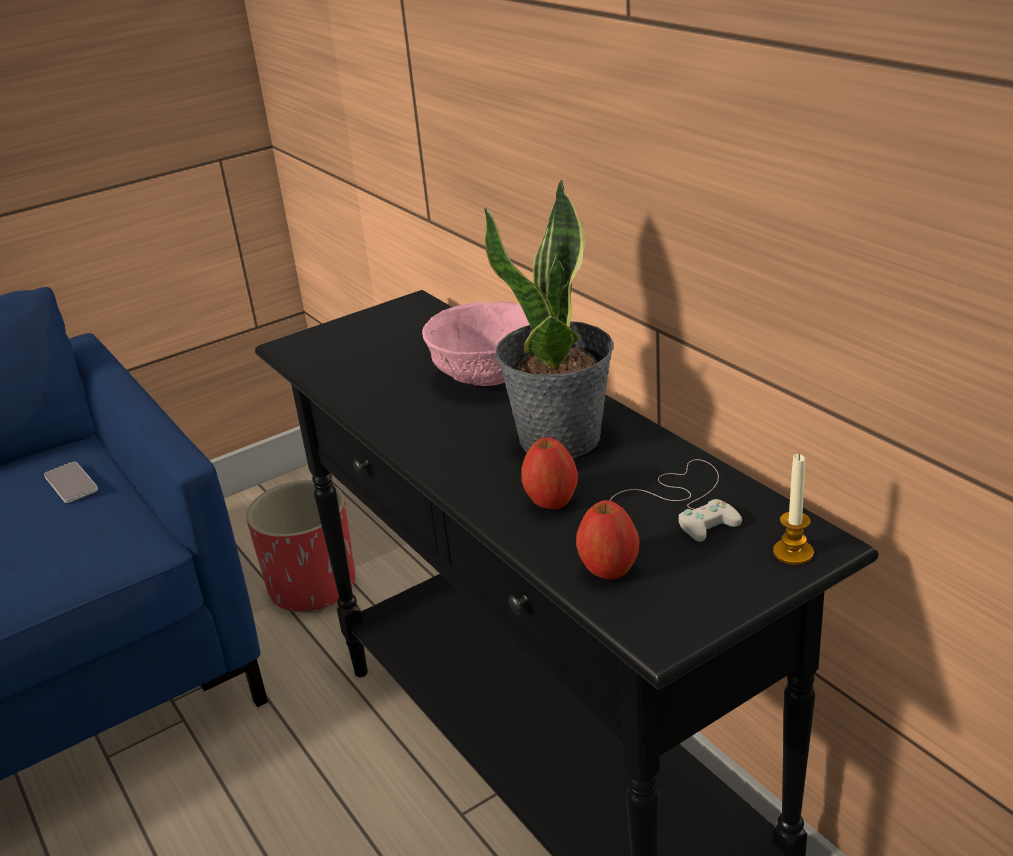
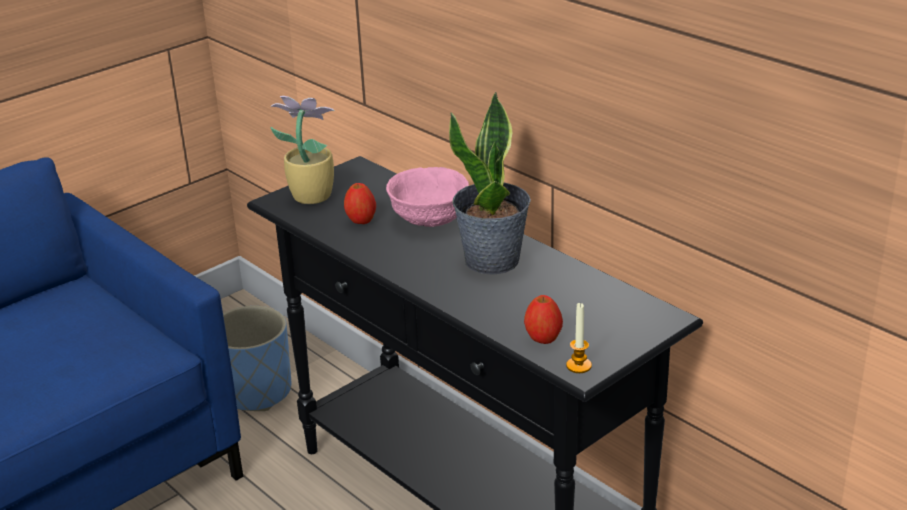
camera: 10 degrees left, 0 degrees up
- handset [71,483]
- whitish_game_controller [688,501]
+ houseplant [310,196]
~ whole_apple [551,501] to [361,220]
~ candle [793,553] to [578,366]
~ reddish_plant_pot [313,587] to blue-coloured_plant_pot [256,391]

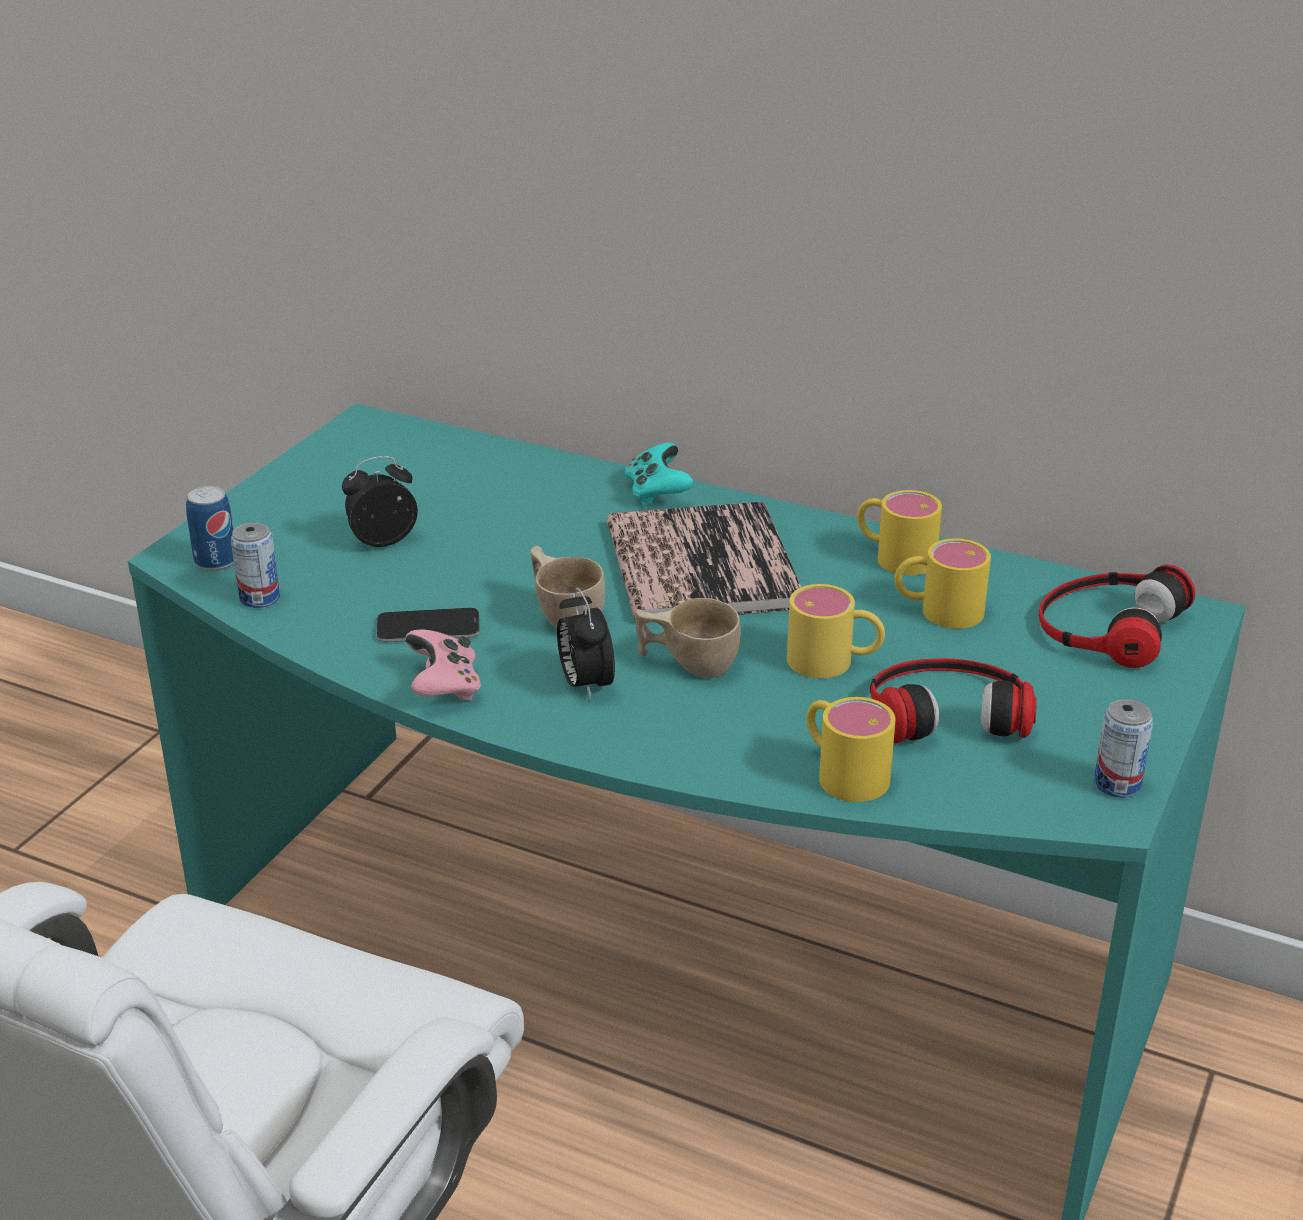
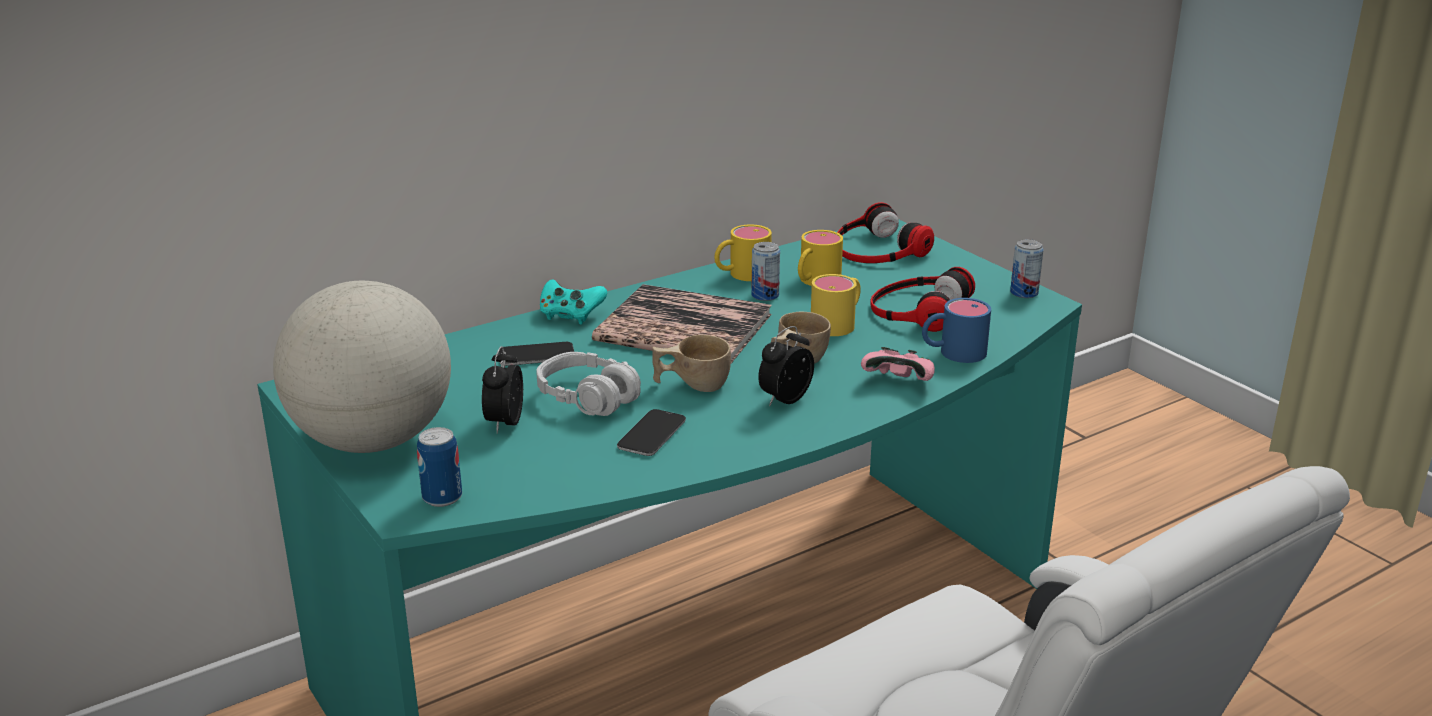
camera: 60 degrees left, 5 degrees down
+ desk_globe [372,441]
+ handset [536,356]
+ greyish_pair_of_headphones [588,398]
~ metal_can [259,598] to [765,295]
~ pink-coloured_game_controller [444,687] to [899,382]
~ yellow_tea_mug [842,771] to blue-coloured_tea_mug [952,353]
~ table_clock [585,684] = [785,400] 120 degrees clockwise

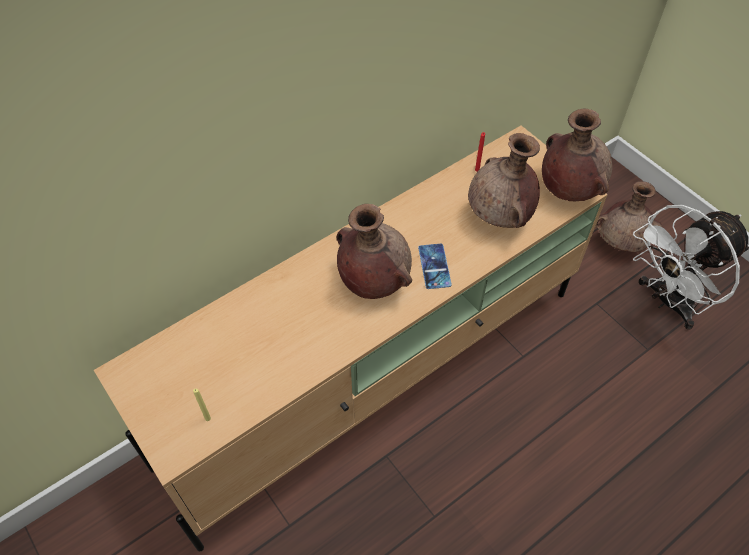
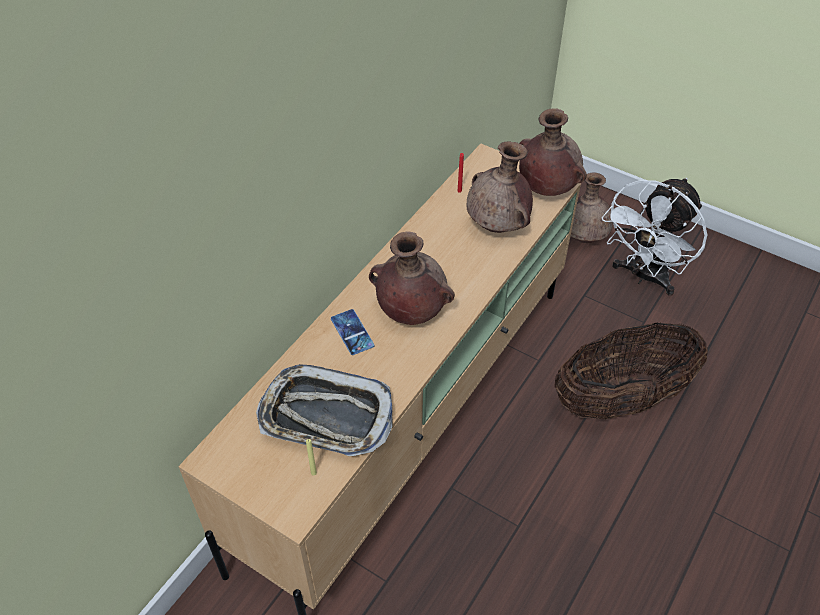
camera: 20 degrees left, 5 degrees down
+ tray [326,416]
+ household_basket [621,399]
~ handset [434,266] to [352,332]

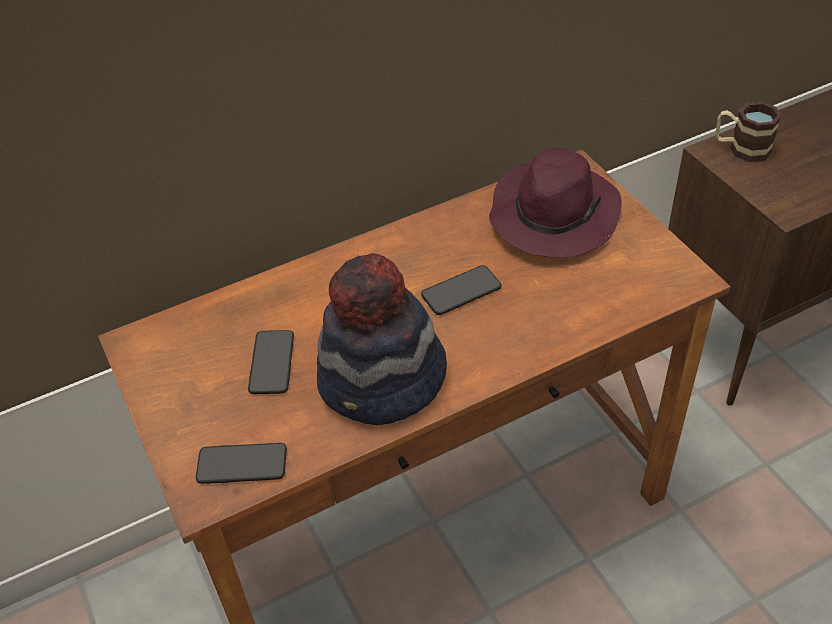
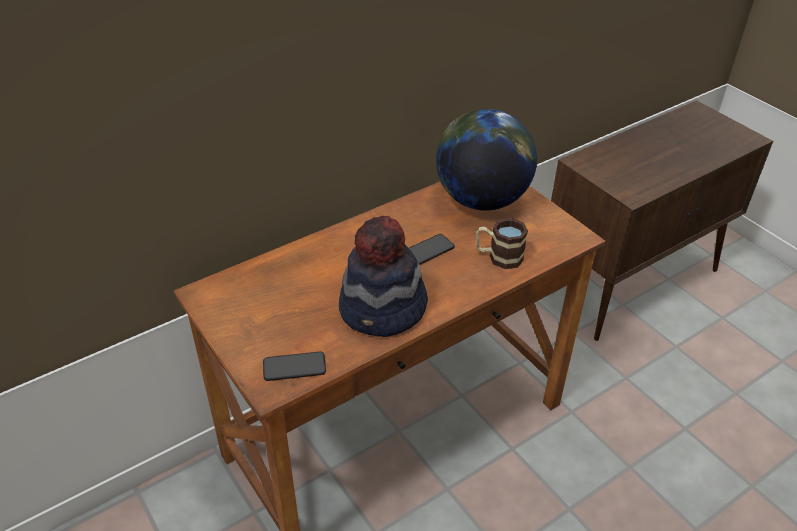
camera: 10 degrees left, 5 degrees down
- handset [272,363]
~ tea_mug [741,148] to [498,257]
~ purple-coloured_hat [553,214] to desk_globe [481,200]

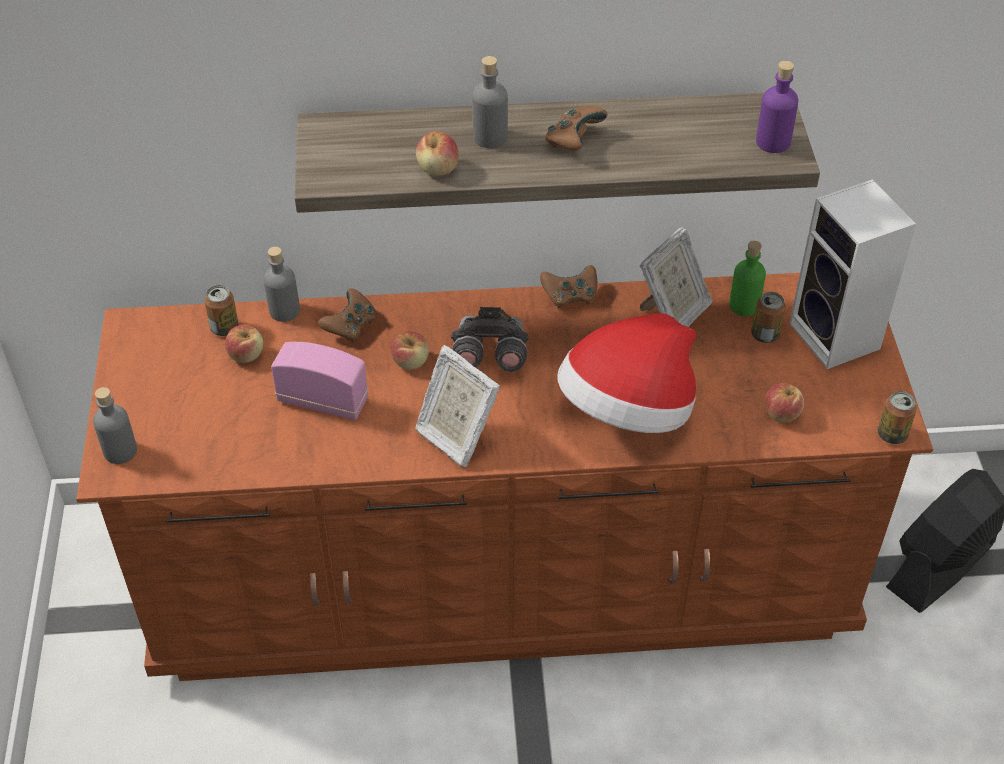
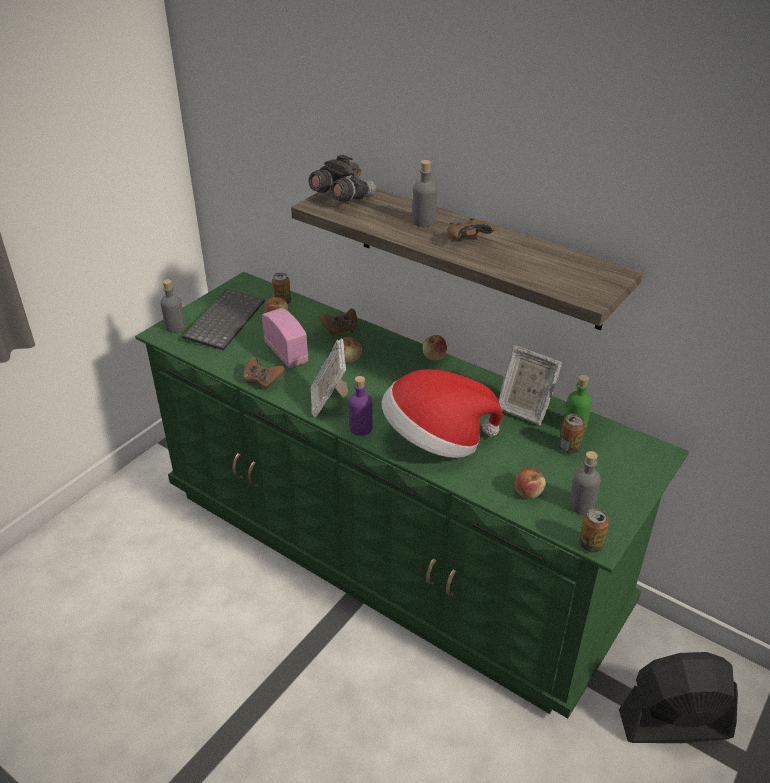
camera: 40 degrees right, 10 degrees down
- audio_speaker [838,338]
+ keyboard [224,320]
~ greyish_beverage_bottle [284,311] to [581,505]
~ whole_apple [438,168] to [434,357]
~ greyish_binoculars [489,356] to [342,198]
~ brown-coloured_game_controller [570,297] to [262,381]
~ purple-coloured_beverage_bottle [773,142] to [361,428]
~ brown-coloured_chest_of_drawers [501,575] to greenish_chest_of_drawers [386,549]
~ picture_frame [673,313] = [523,409] 45 degrees clockwise

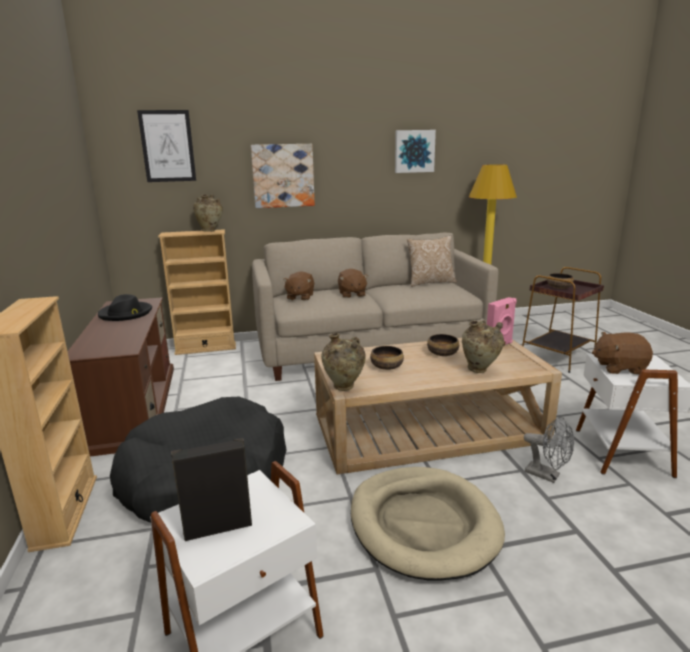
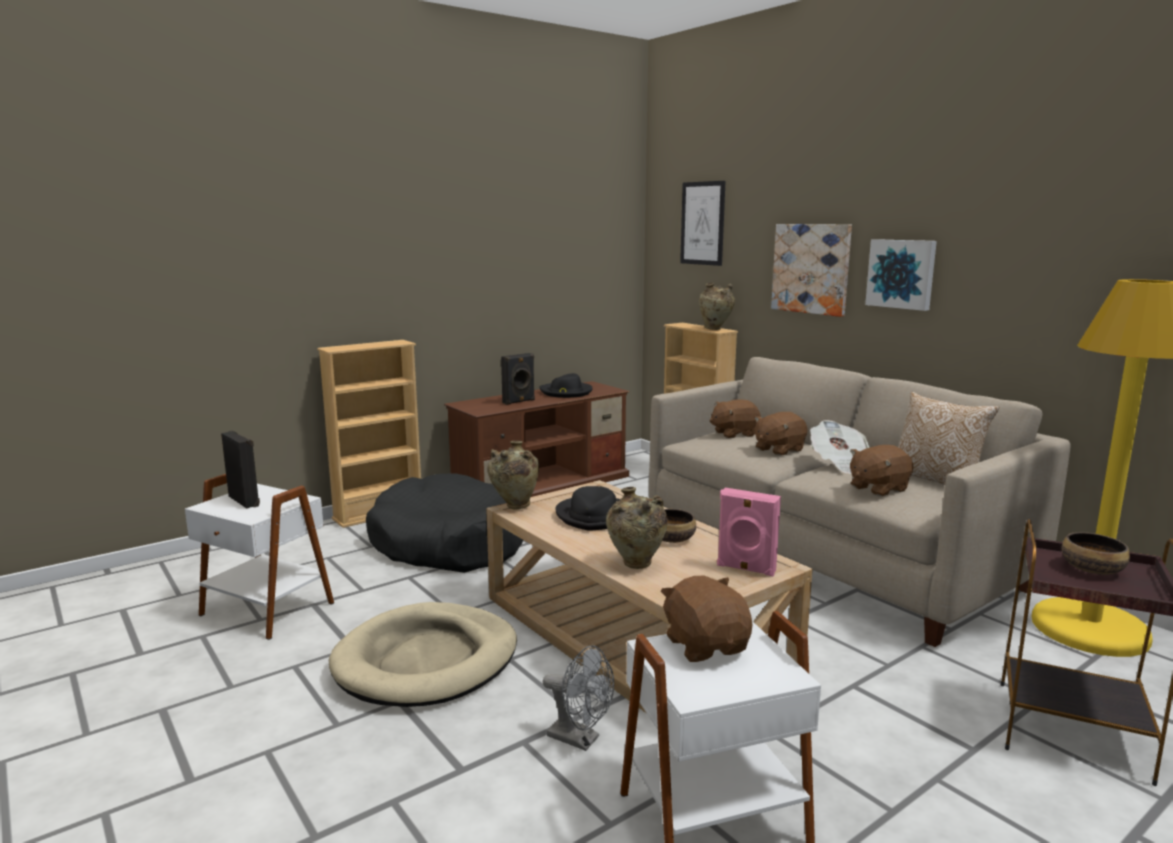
camera: 65 degrees right, 5 degrees down
+ blackish_audio_speaker [519,401]
+ newspaper [840,463]
+ brown-coloured_plush_toy [878,488]
~ wall_picture [414,151] to [901,274]
~ bowl [386,366] to blackish_hat [595,516]
~ greyish_electric_fan [547,475] = [580,739] 75 degrees counterclockwise

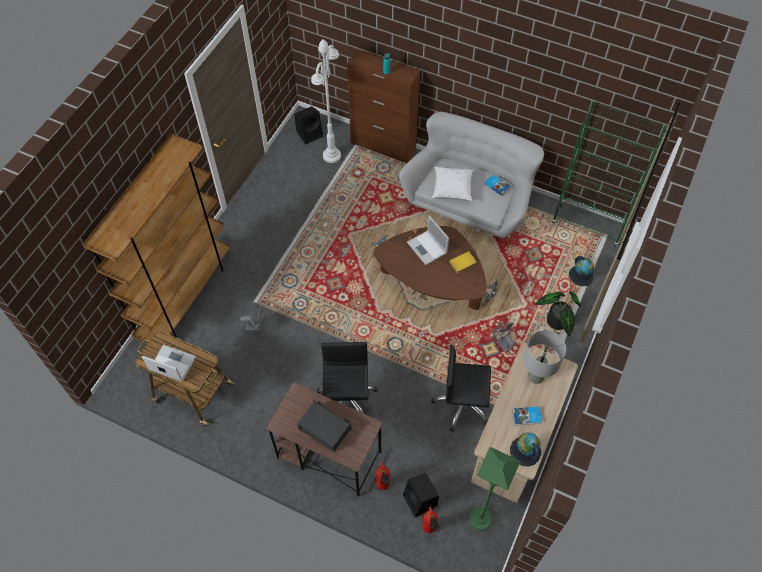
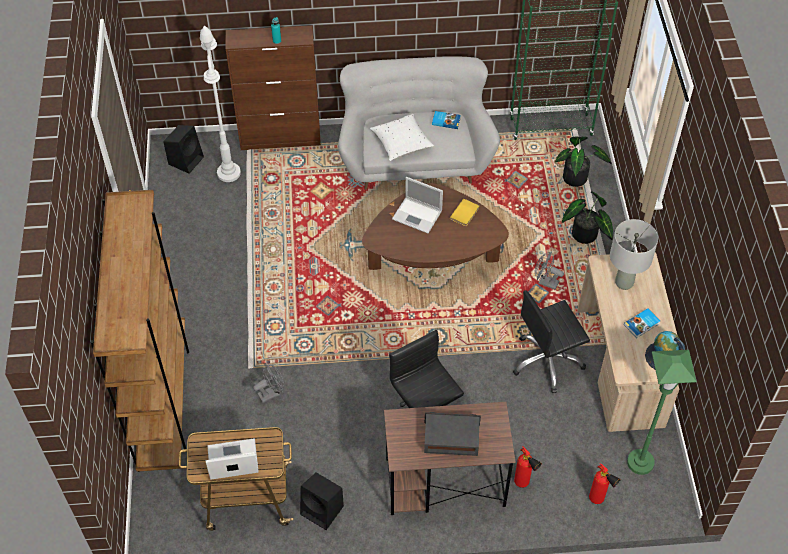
camera: 30 degrees left, 5 degrees down
~ blackish_audio_speaker [420,501] to [323,510]
~ desk_globe [581,275] to houseplant [577,179]

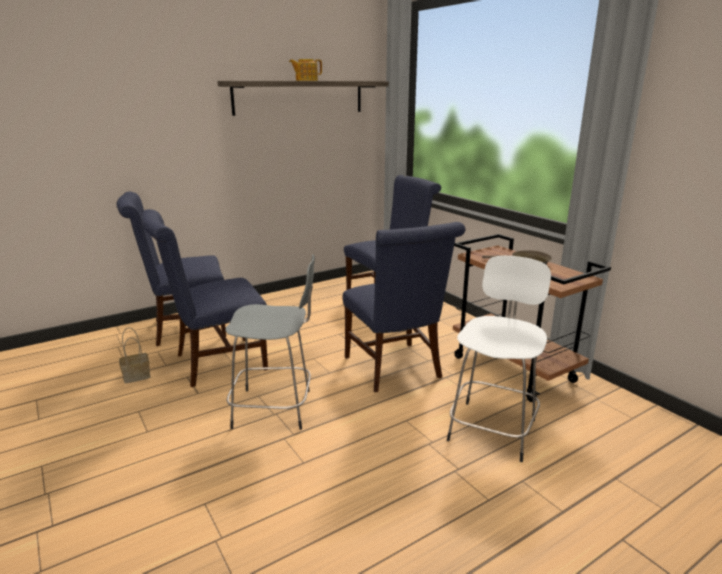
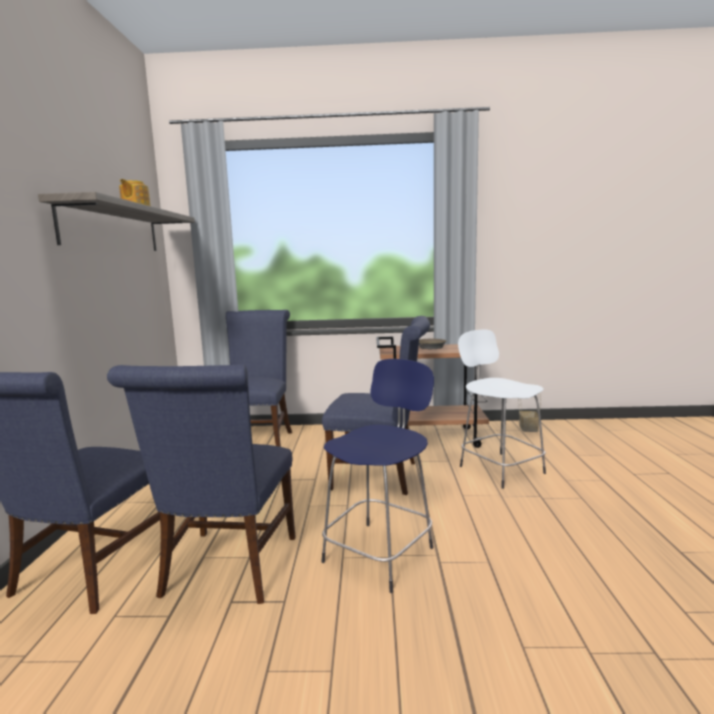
camera: 55 degrees left, 10 degrees down
~ household_basket [137,375] to [528,428]
~ greyish_stool_seat [276,408] to blue-coloured_stool_seat [381,552]

